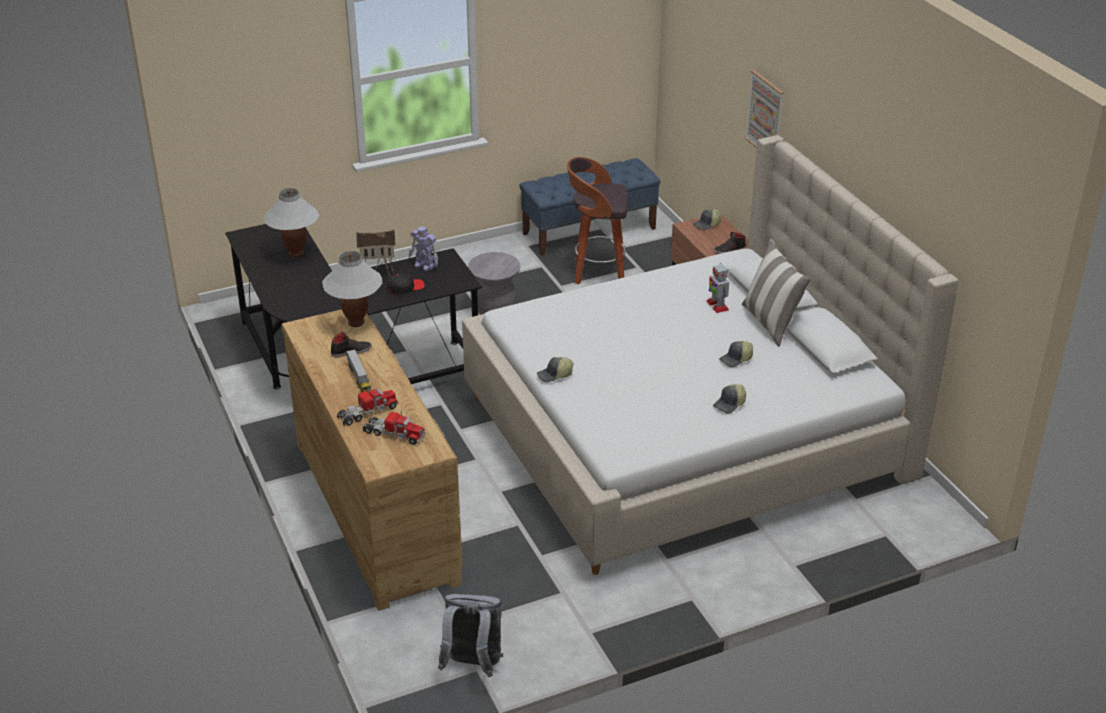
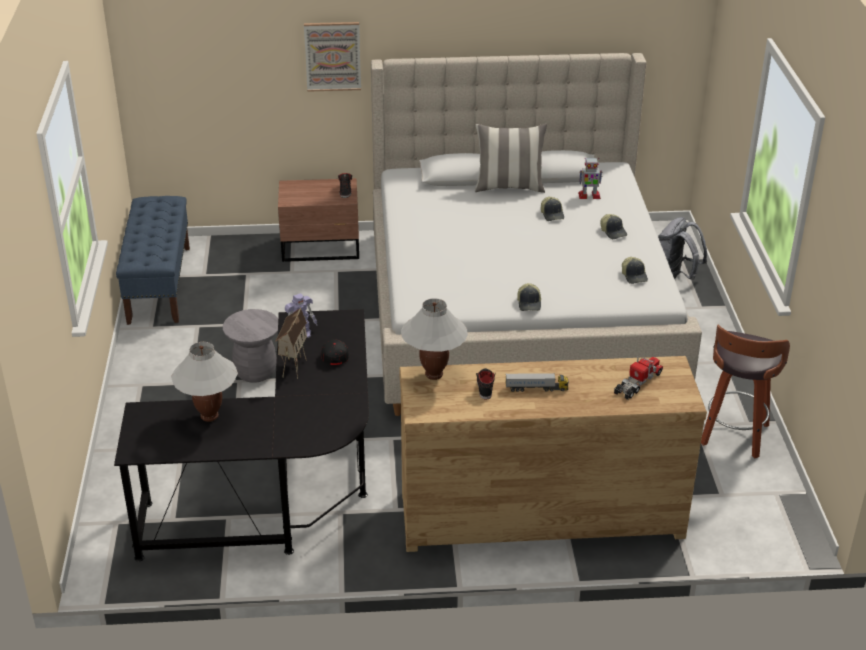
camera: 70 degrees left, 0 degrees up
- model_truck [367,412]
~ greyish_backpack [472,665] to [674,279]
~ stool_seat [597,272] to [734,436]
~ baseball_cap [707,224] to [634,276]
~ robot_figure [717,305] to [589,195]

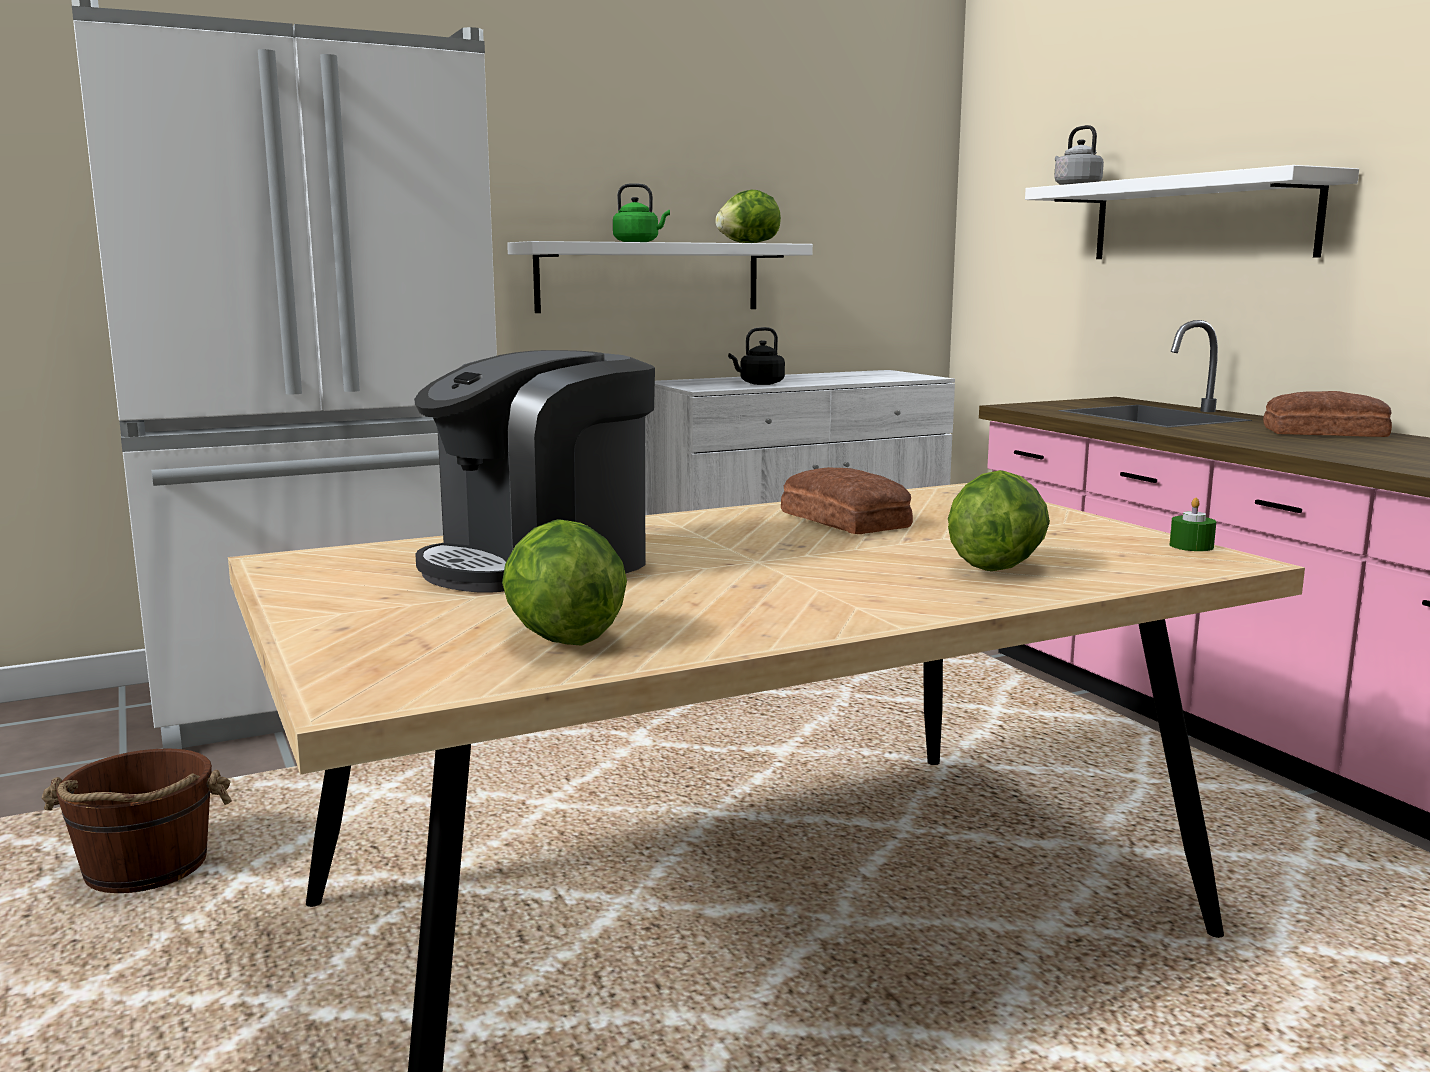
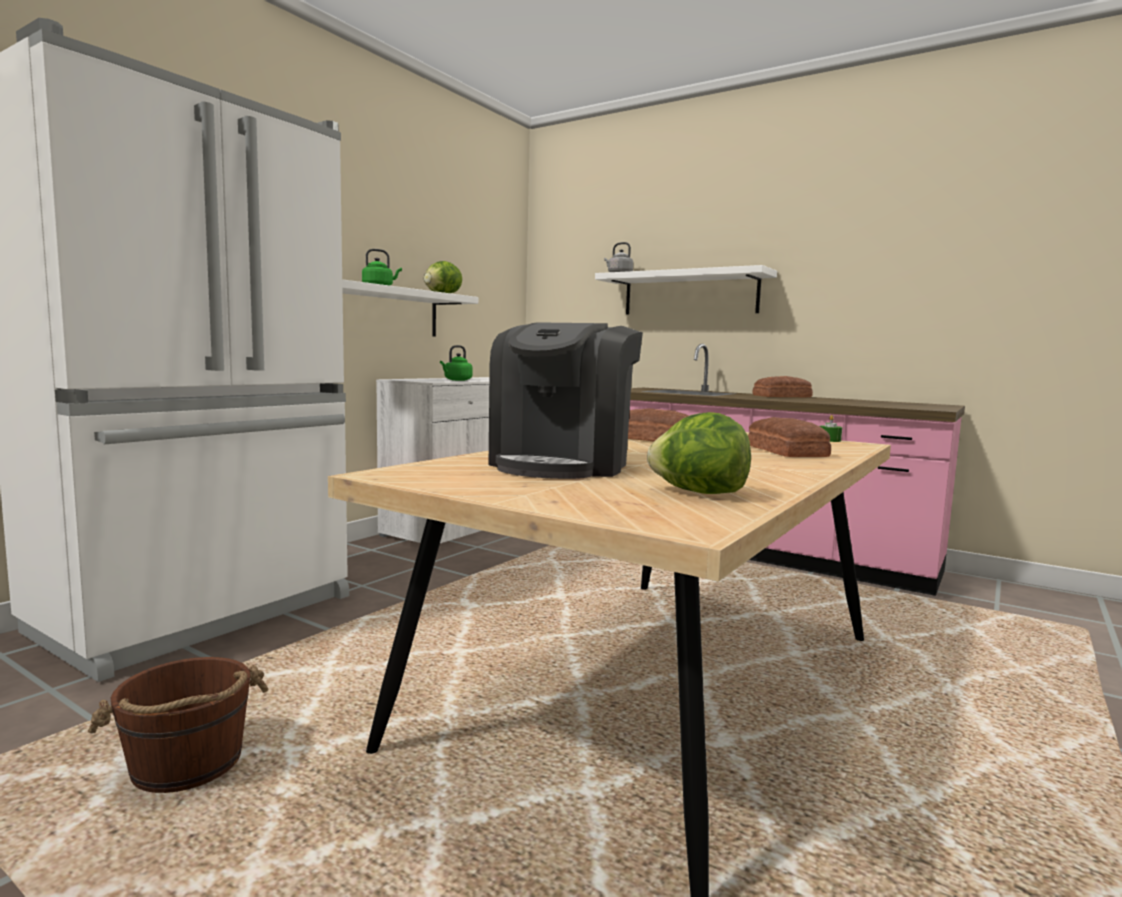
camera: 30 degrees left, 5 degrees down
~ lettuce [995,567] to baked_bread [785,451]
~ blackish_kettle [759,383] to greenish_kettle [457,380]

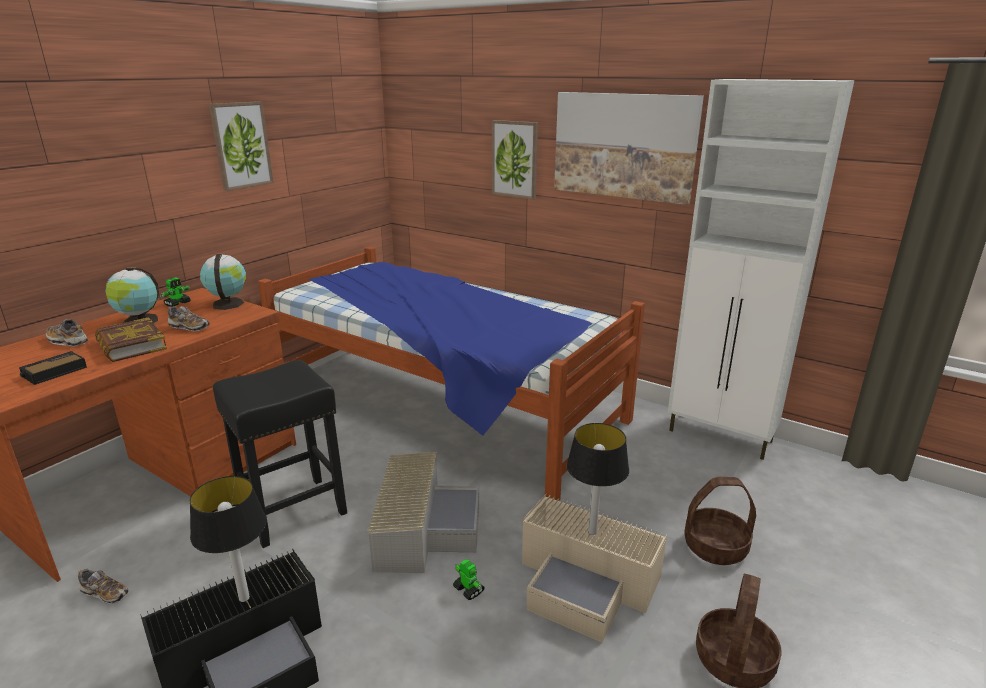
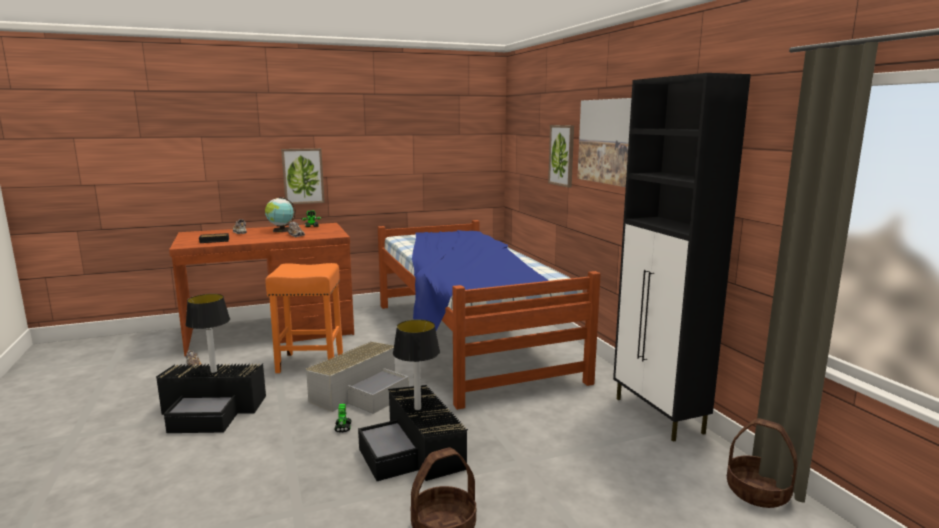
camera: 35 degrees right, 10 degrees down
- volume [131,345]
- desk_globe [228,303]
~ wall_picture [241,145] to [303,176]
~ household_basket [715,546] to [758,492]
~ blackish_stool_seat [291,512] to orange_stool_seat [309,363]
~ beige_storage_bin [587,581] to blackish_storage_bin [414,452]
~ whitish_storage_cabinet [721,436] to blackish_storage_cabinet [659,416]

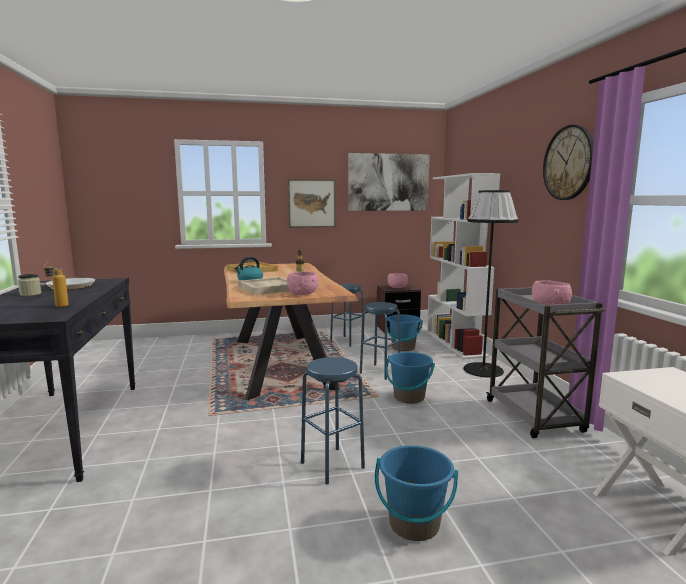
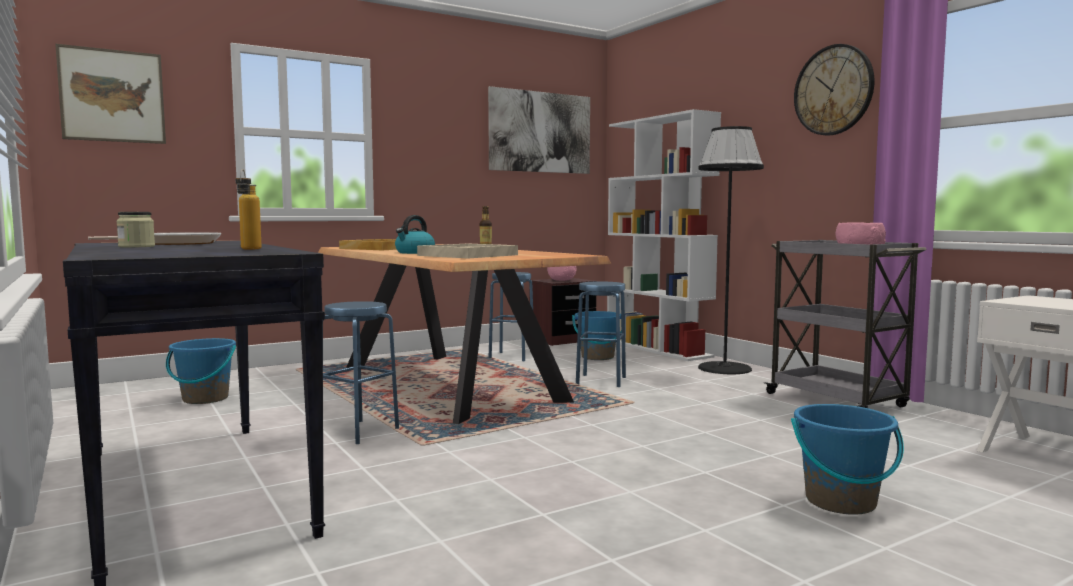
camera: 20 degrees left, 5 degrees down
- pink-coloured_bowl [303,294]
~ wall_picture [312,203] to [112,96]
~ blue-coloured_stool_seat [332,465] to [359,431]
~ blue-coloured_pail [409,397] to [205,399]

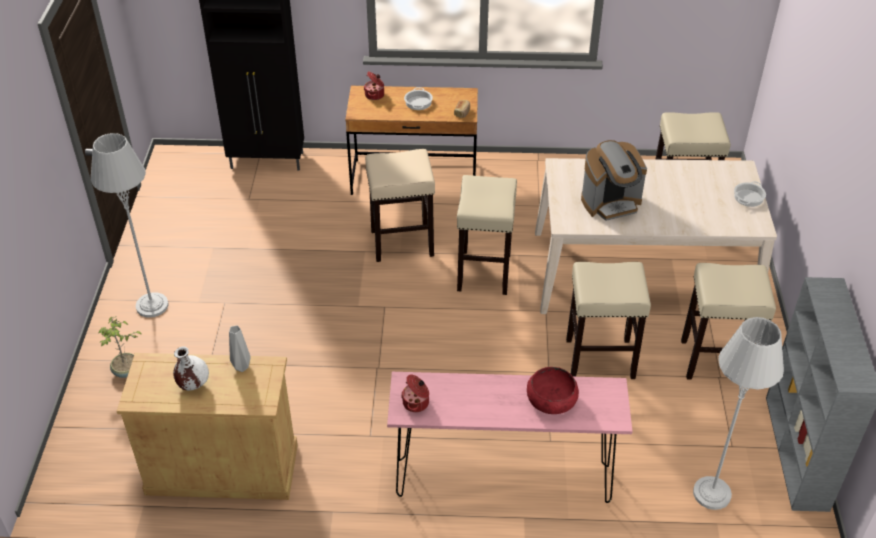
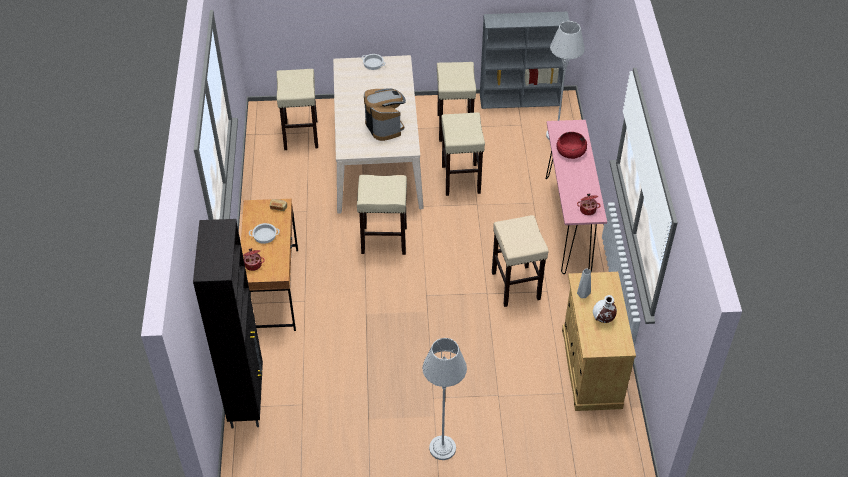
camera: 95 degrees left, 5 degrees up
- houseplant [127,371]
~ beige_stool_seat [401,243] to [516,286]

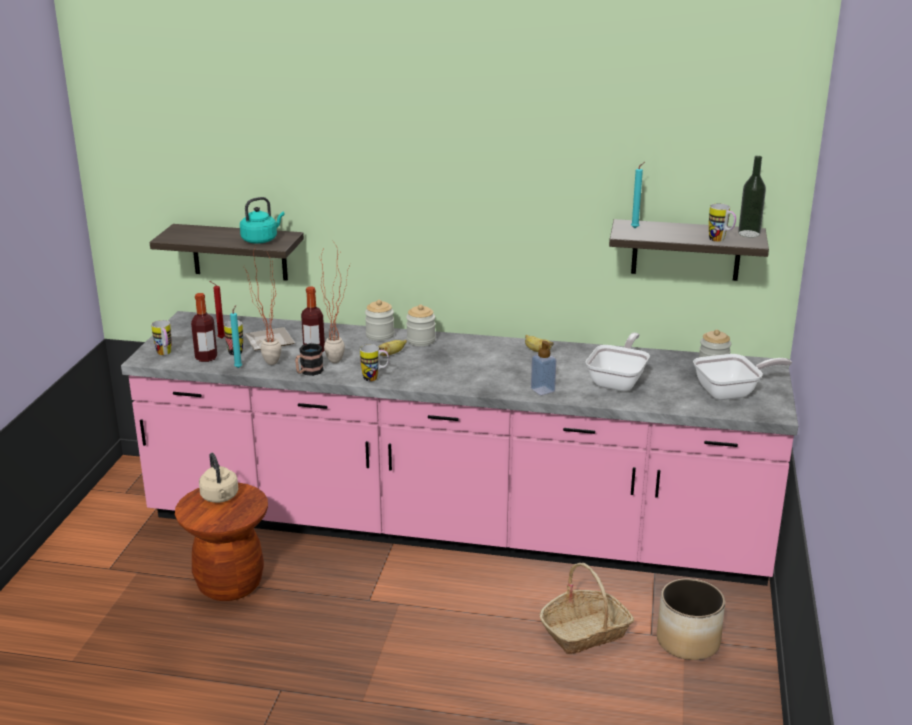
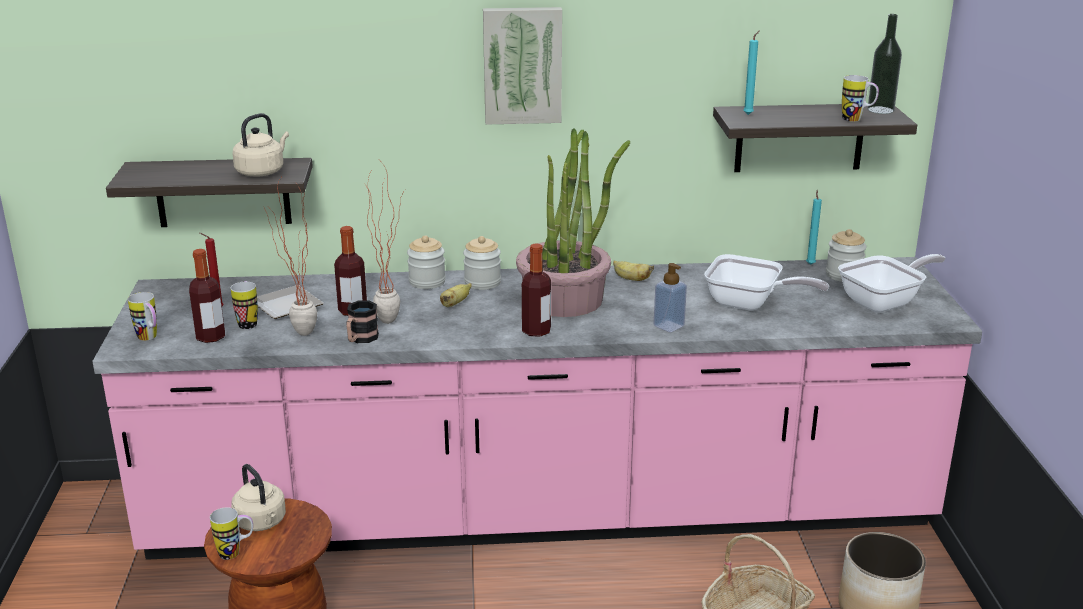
camera: 15 degrees left, 0 degrees up
+ wall_picture [522,65]
+ houseplant [564,299]
+ beverage_bottle [536,331]
~ blue-green_candle [239,367] to [810,264]
~ tea_mug [375,378] to [236,553]
~ blue-green_kettle [261,240] to beige_kettle [262,171]
~ pan [618,381] = [750,304] 105 degrees clockwise

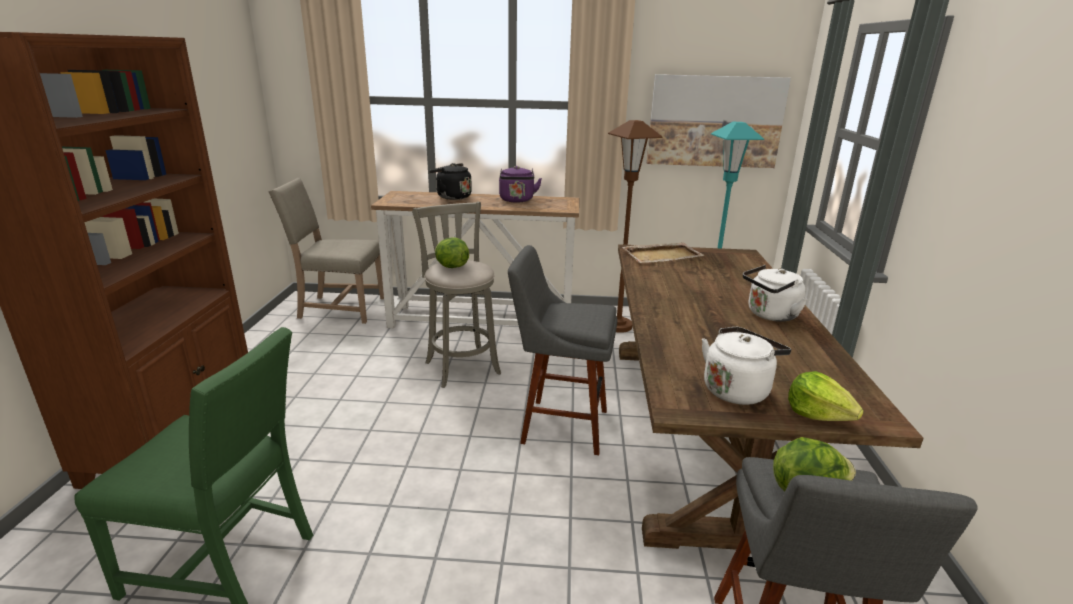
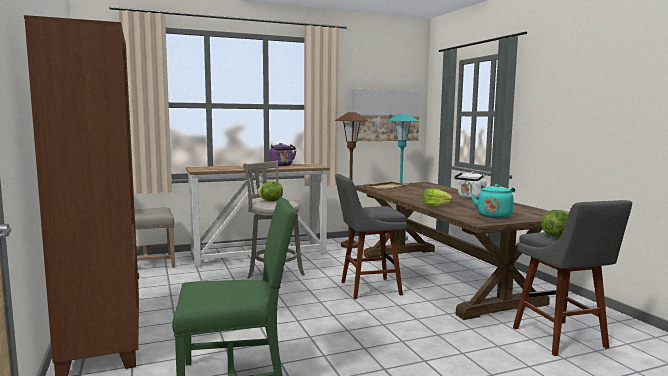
camera: 25 degrees left, 15 degrees down
- blackish_kettle [451,197]
~ lettuce [818,414] to [435,206]
~ whitish_kettle [737,390] to blue-green_kettle [494,215]

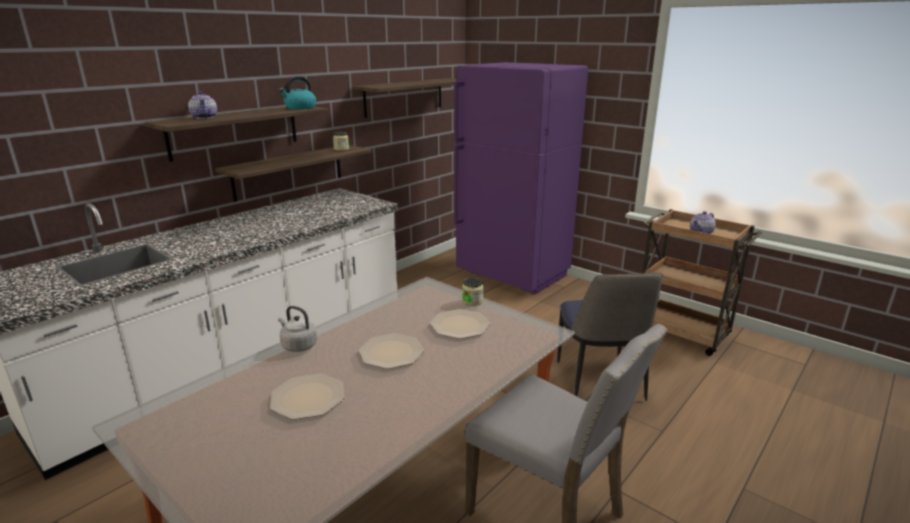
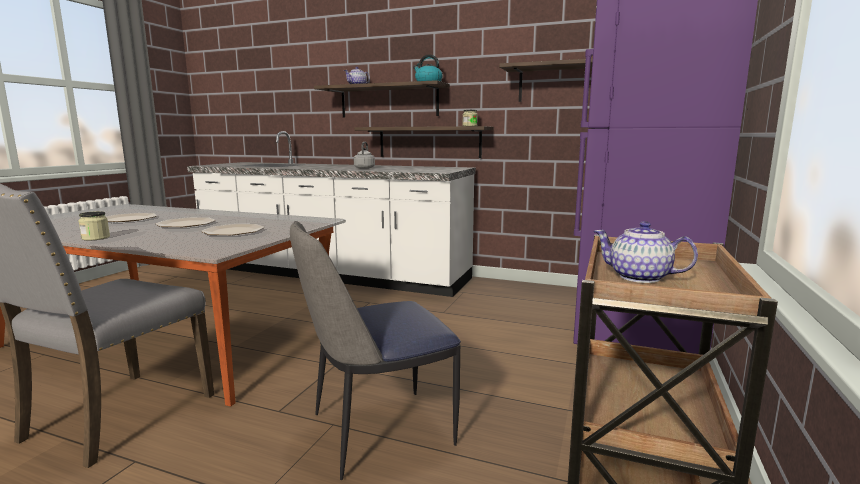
camera: 70 degrees right, 10 degrees down
~ greyish_kettle [298,345] to [365,168]
~ preserve_jar [472,301] to [96,238]

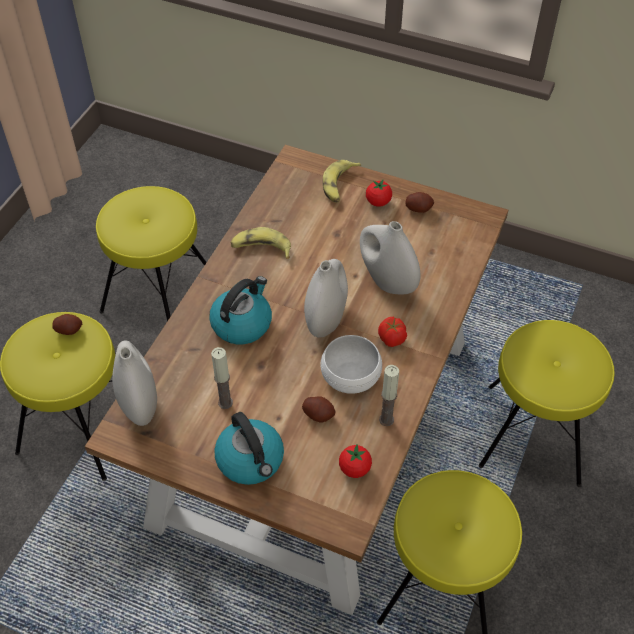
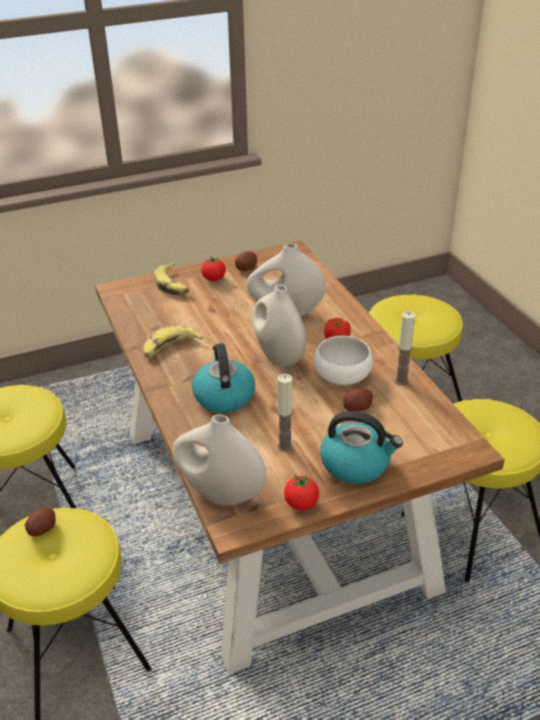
camera: 45 degrees left, 15 degrees down
~ whole_tomato [354,468] to [301,504]

